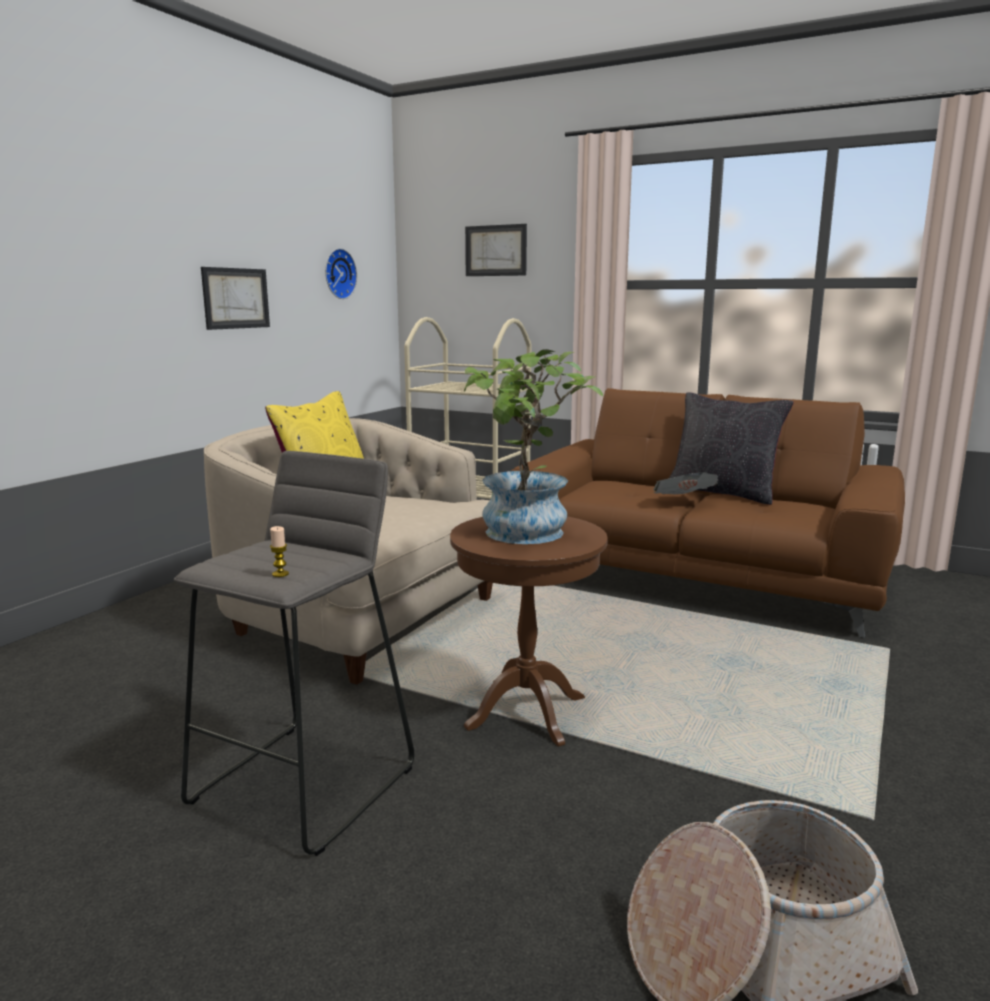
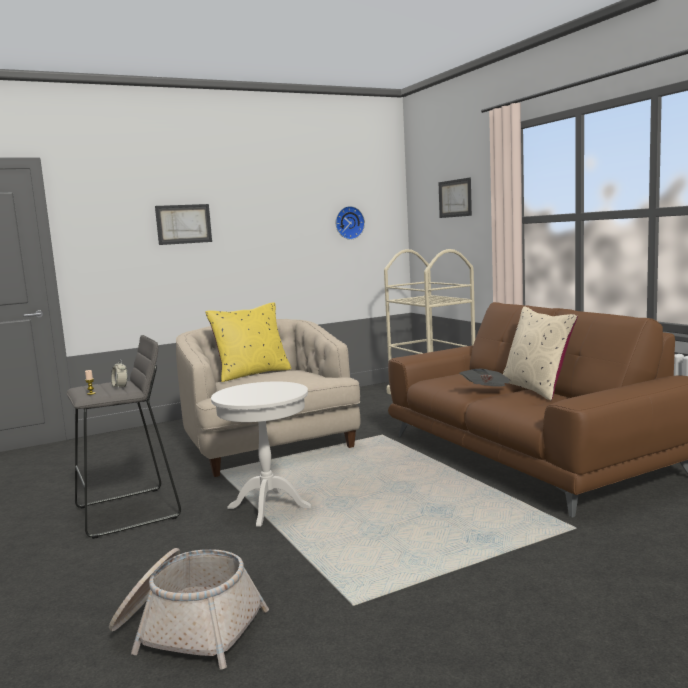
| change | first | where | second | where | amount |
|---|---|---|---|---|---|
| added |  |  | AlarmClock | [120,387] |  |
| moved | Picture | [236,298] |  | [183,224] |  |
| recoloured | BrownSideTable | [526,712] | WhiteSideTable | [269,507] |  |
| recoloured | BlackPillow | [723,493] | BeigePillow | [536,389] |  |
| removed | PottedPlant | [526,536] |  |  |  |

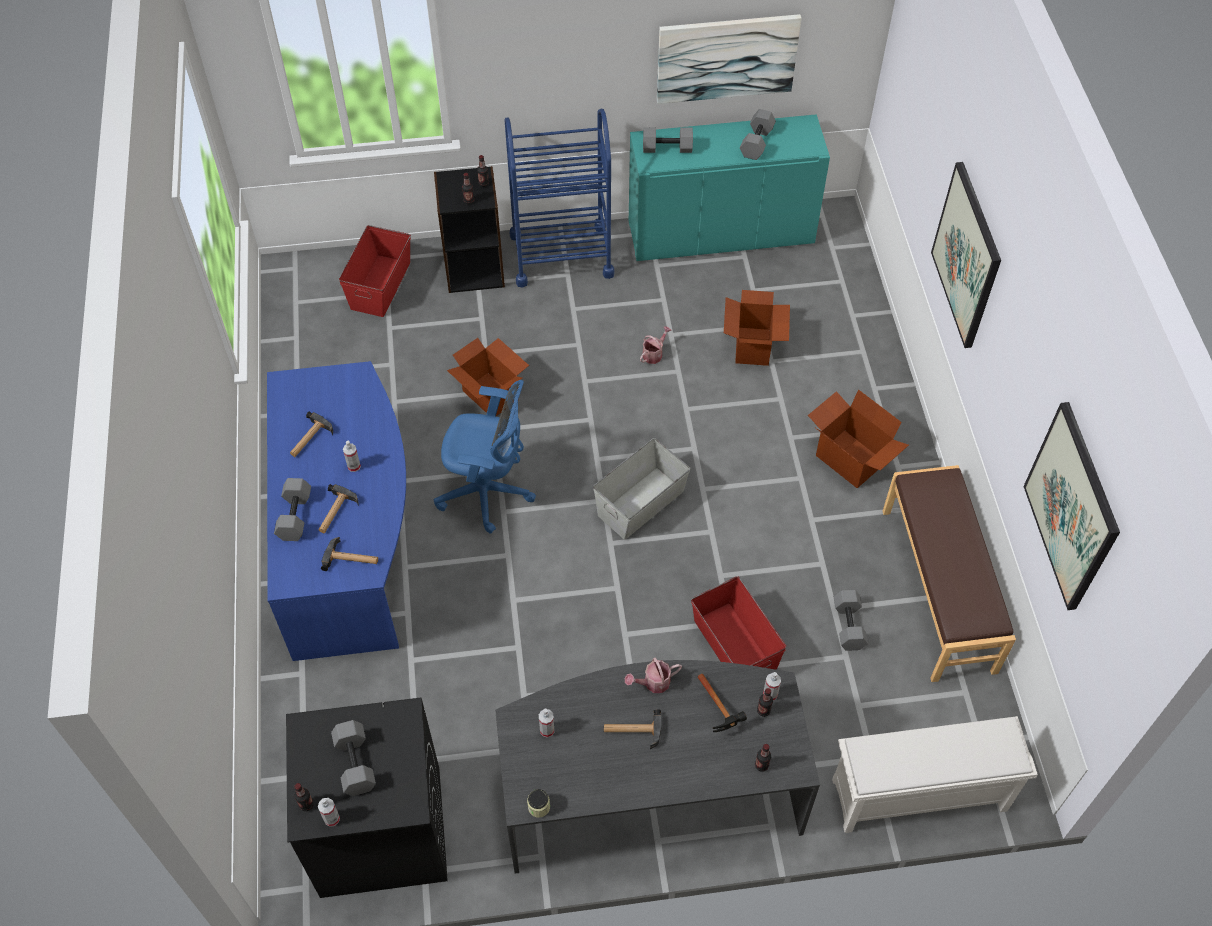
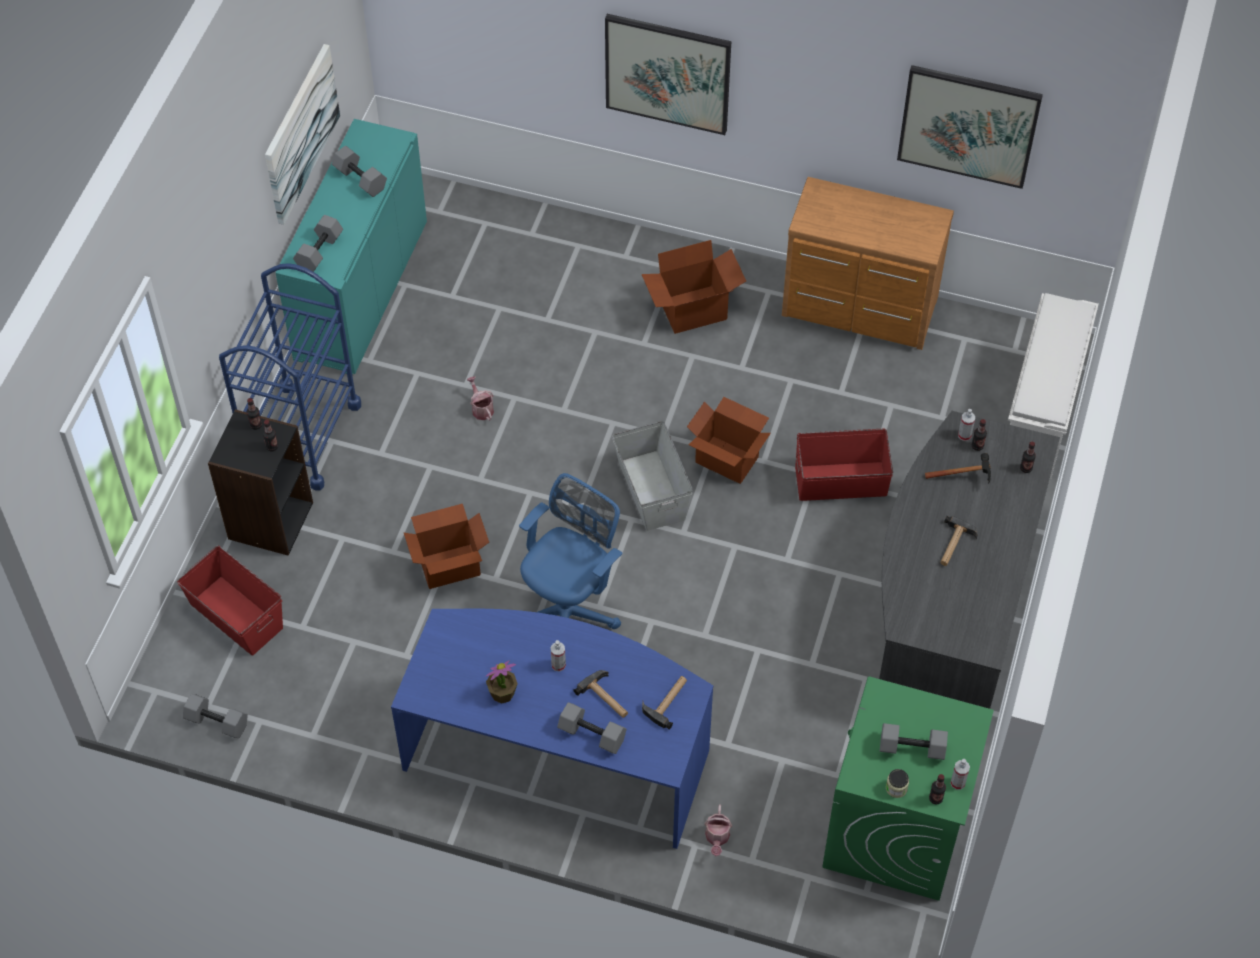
| change | first | where | second | where | amount |
|---|---|---|---|---|---|
| moved | GreyDumbbell | [849,626] |  | [218,721] |  |
| replaced | Hammer | [309,439] | PottedPlant | [502,693] |  |
| moved | CardboardBox | [753,346] |  | [727,459] |  |
| moved | WateringCan | [653,683] |  | [717,838] |  |
| replaced | BrownBench | [939,589] | BrownDresser | [860,309] |  |
| recoloured | BlackWashingMachine | [380,832] | GreenWashingMachine | [896,830] |  |
| moved | Jar | [539,807] |  | [896,788] |  |
| removed | SprayBottle | [547,730] |  |  |  |

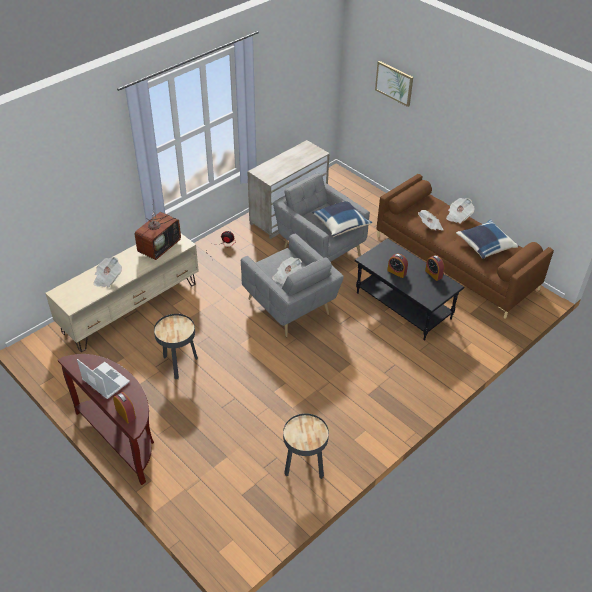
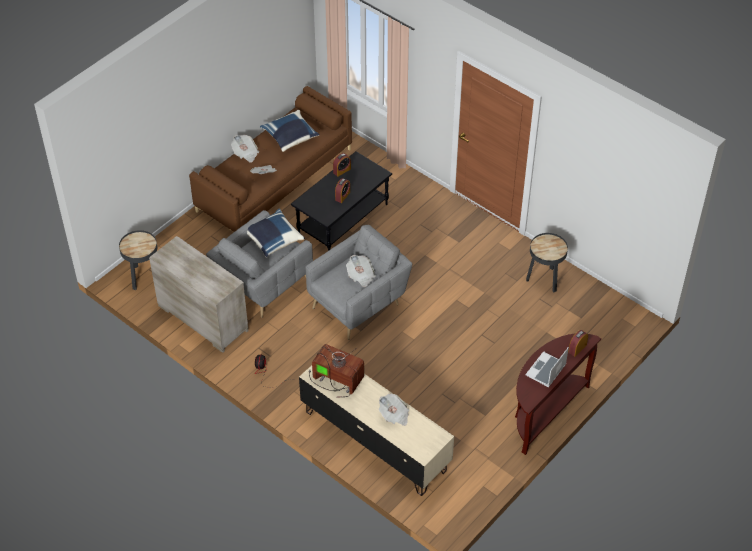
| change | first | where | second | where | amount |
|---|---|---|---|---|---|
| moved | BlackSideTable | [179,364] |  | [143,277] |  |
| removed | Picture | [394,83] |  |  |  |

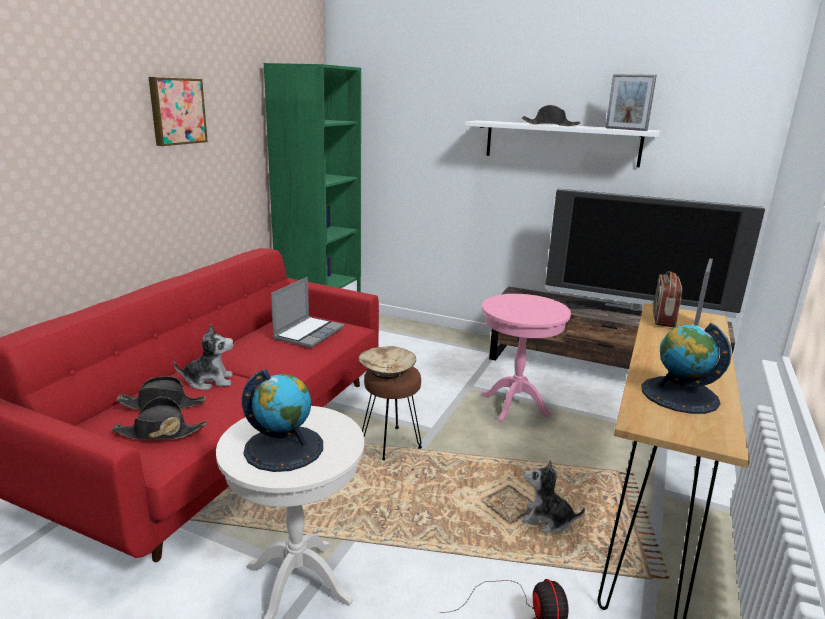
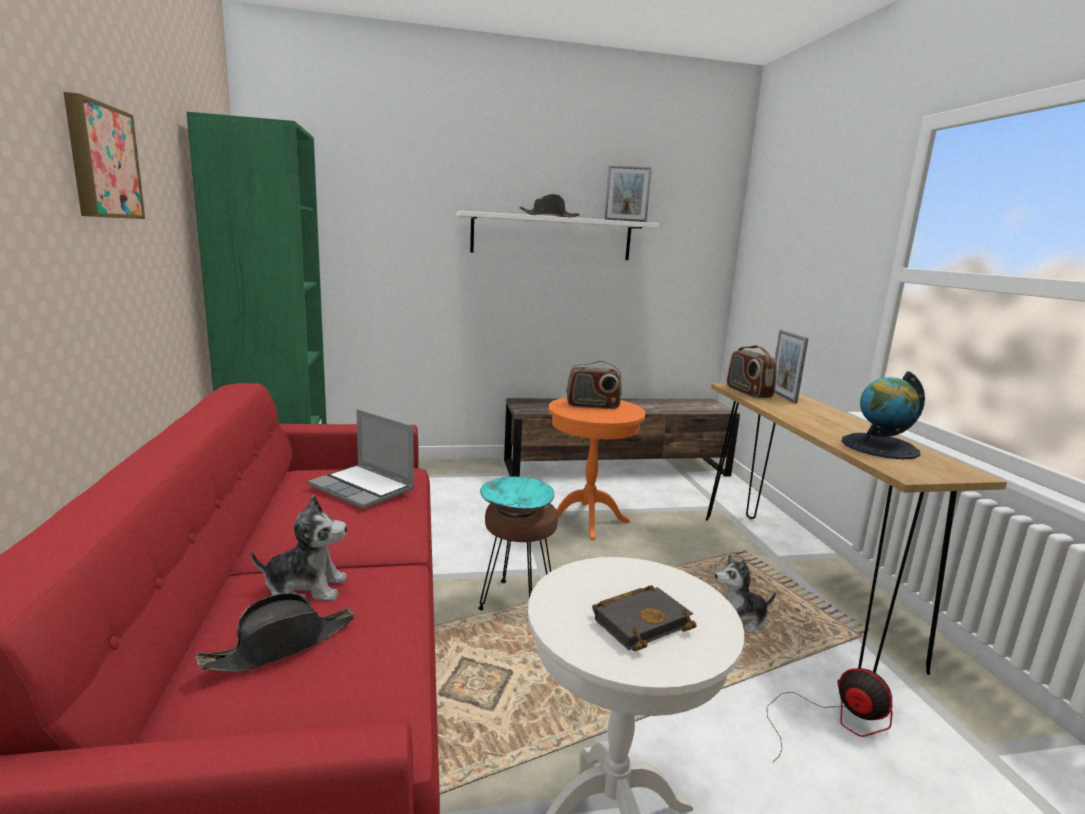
| change | first | where | second | where | amount |
|---|---|---|---|---|---|
| turned | PlushToy | [209,381] |  | [306,588] | 45 degrees clockwise |
| turned | Laptop | [308,333] |  | [364,488] | 135 degrees clockwise |
| recoloured | BeigeBowl | [386,372] | TurquoiseBowl | [516,509] |  |
| recoloured | PinkSideTable | [515,405] | OrangeSideTable | [588,520] |  |
| added |  |  | Radio | [592,406] |  |
| replaced | Globe | [284,447] | BlackBook | [641,621] |  |
| removed | BlackHat | [160,432] |  |  |  |
| removed | Television | [635,314] |  |  |  |

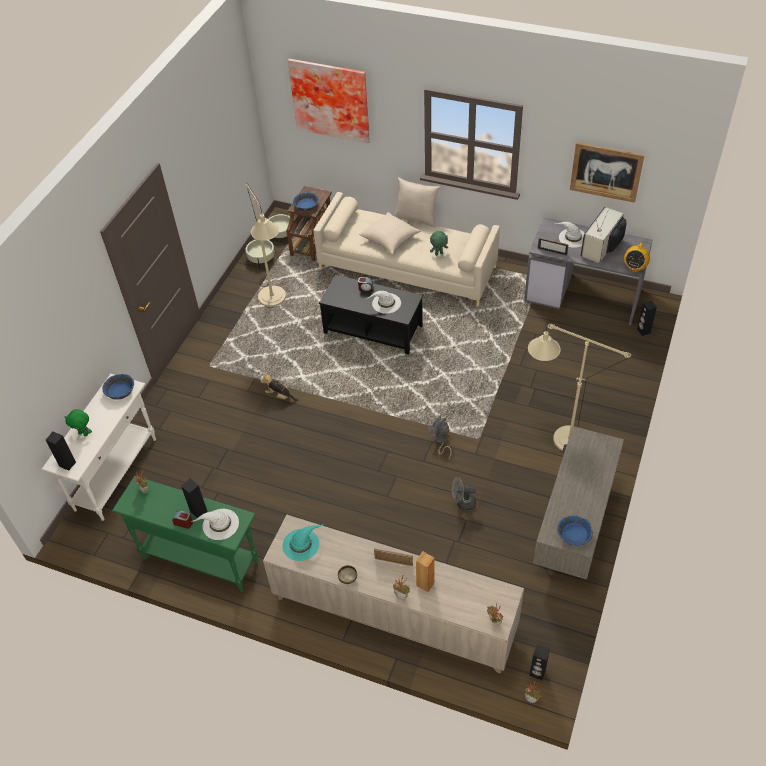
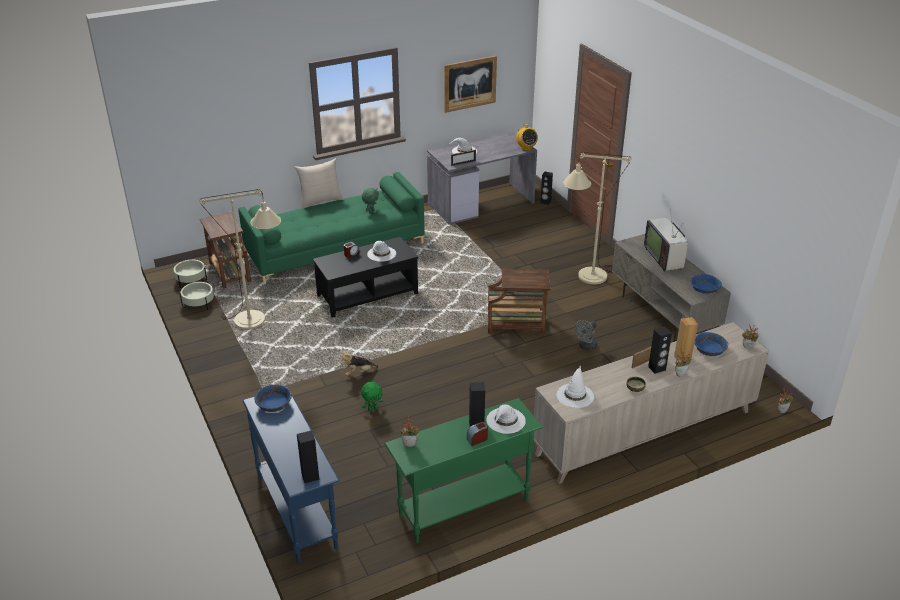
| change | first | where | second | where | amount |
|---|---|---|---|---|---|
| recoloured | BeigeSofa | [408,268] | GreenSofa | [336,248] |  |
| recoloured | WhiteConsoleTable | [116,473] | BlueConsoleTable | [296,510] |  |
| moved | GreenPlushToy | [84,433] |  | [372,409] |  |
| replaced | GreyFan | [440,440] | BrownSideTable | [517,325] |  |
| recoloured | TurquoiseHat | [301,544] | WhiteHat | [575,395] |  |
| moved | Television | [602,248] |  | [665,258] |  |
| moved | BlackSpeaker | [537,672] |  | [657,368] |  |
| moved | BlueBowl | [306,206] |  | [709,349] |  |
| removed | Picture | [331,99] |  |  |  |
| removed | BeigePillow | [390,239] |  |  |  |

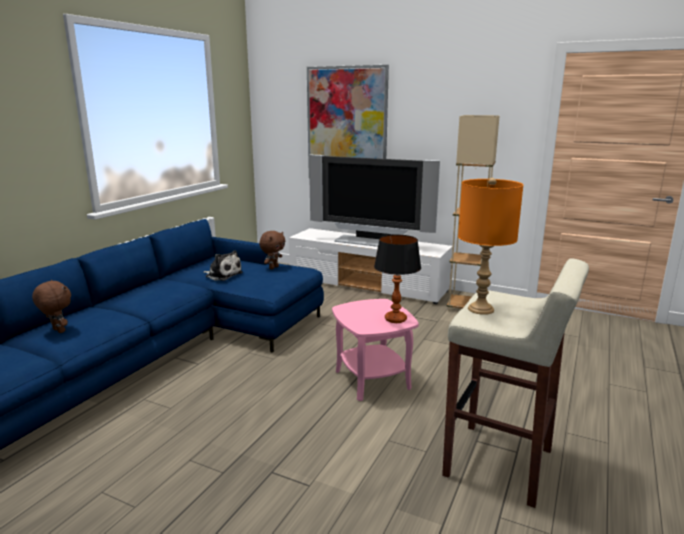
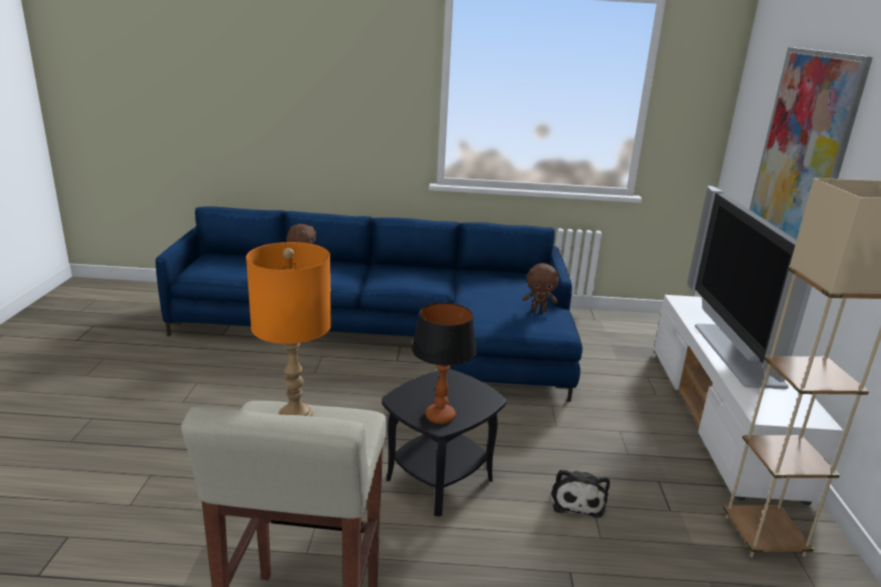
| change | first | where | second | where | amount |
|---|---|---|---|---|---|
| recoloured | PinkSideTable | [372,380] | BlackSideTable | [439,480] |  |
| moved | PlushToy | [222,275] |  | [577,500] |  |

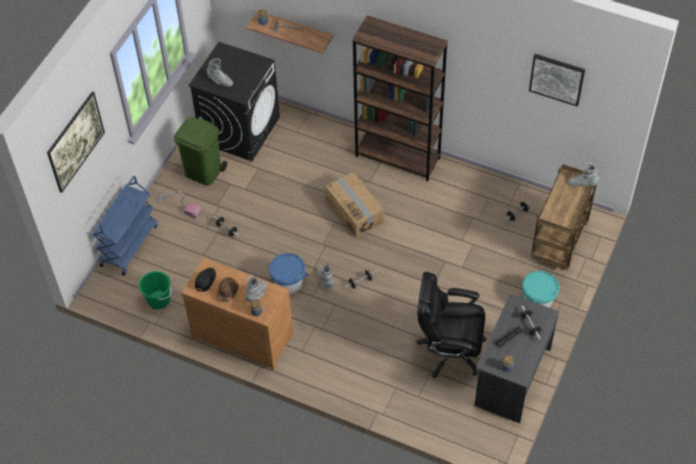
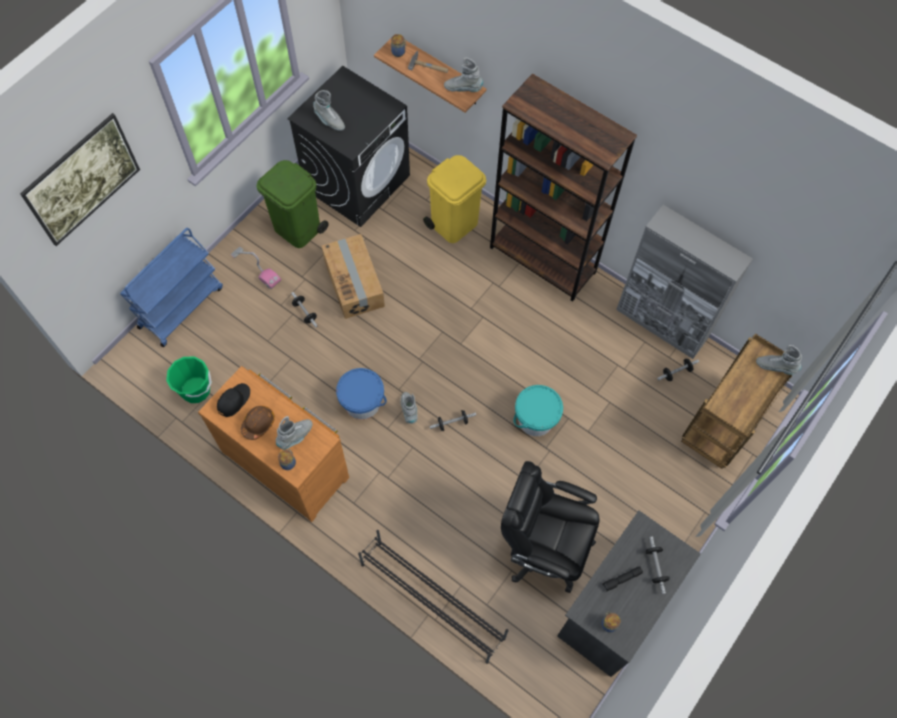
| change | first | where | second | where | amount |
|---|---|---|---|---|---|
| moved | CardboardBox | [355,211] |  | [354,283] |  |
| added |  |  | BlackShoeRack | [432,600] |  |
| added |  |  | YellowTrashCan | [454,223] |  |
| added |  |  | GreyBoot | [463,89] |  |
| moved | TurquoiseBucket | [537,300] |  | [535,419] |  |
| added |  |  | GreyCabinet | [662,324] |  |
| removed | Picture | [557,79] |  |  |  |

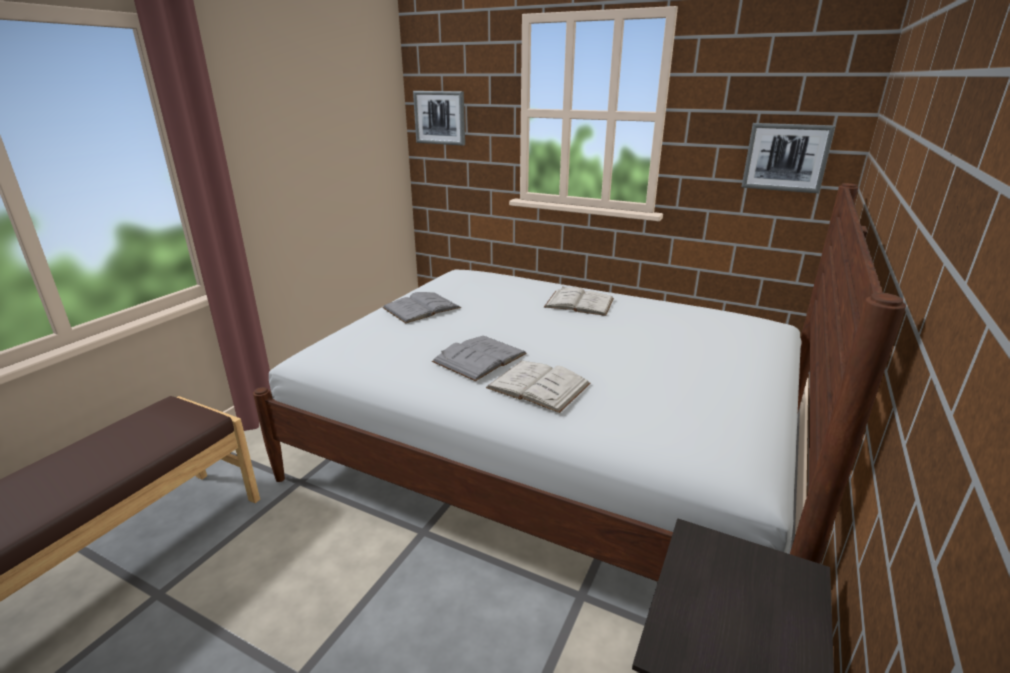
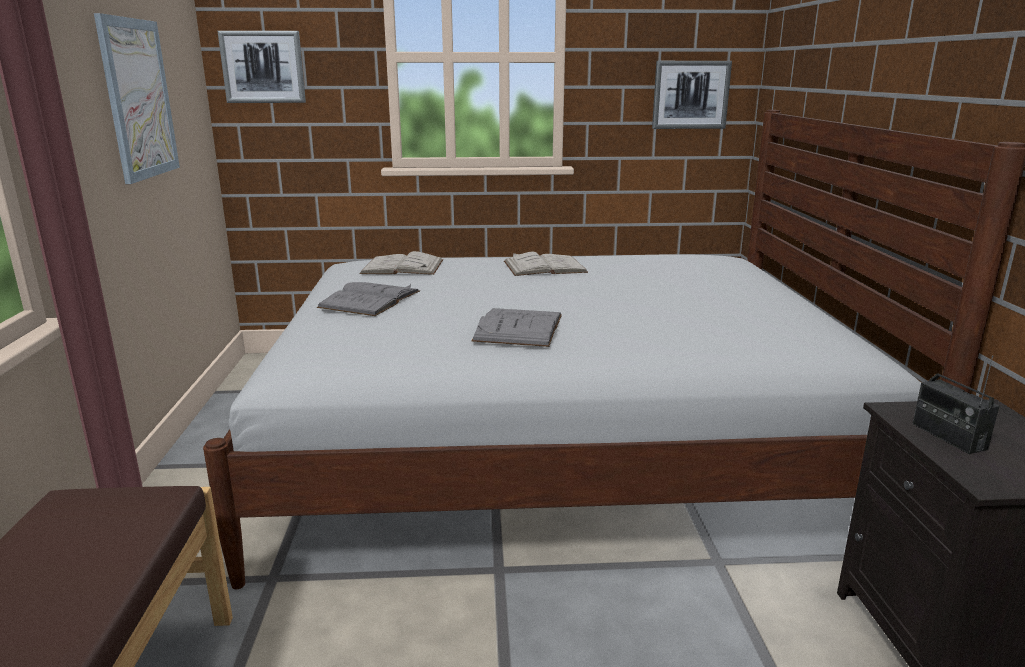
| change | first | where | second | where | amount |
|---|---|---|---|---|---|
| added |  |  | Picture | [138,99] |  |
| moved | WhiteBook | [538,386] |  | [402,267] |  |
| added |  |  | Radio | [948,436] |  |

